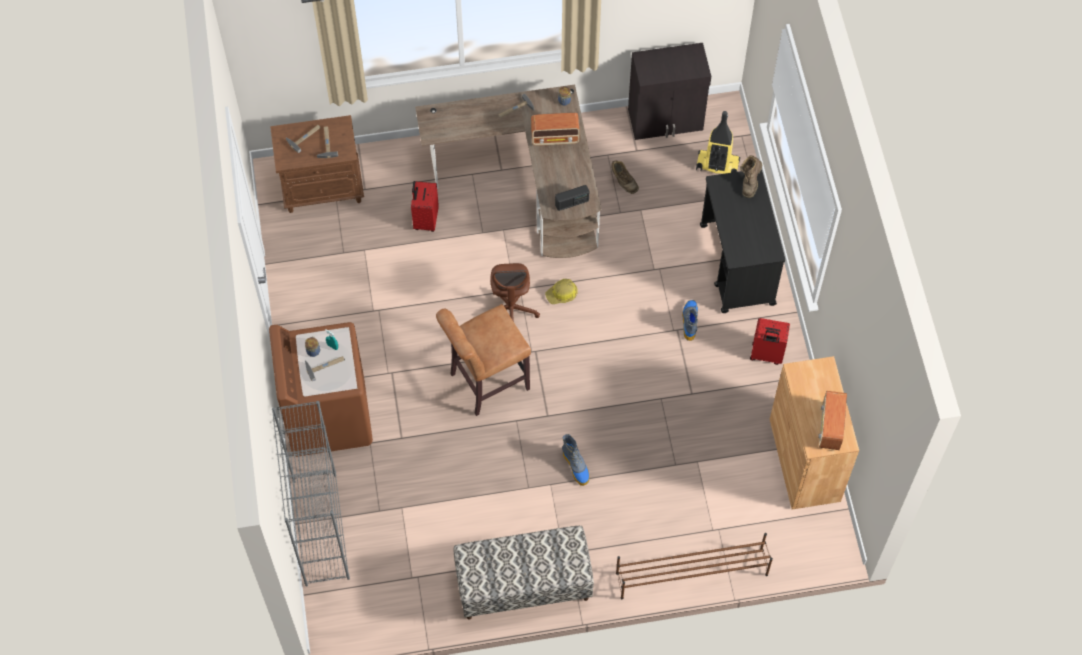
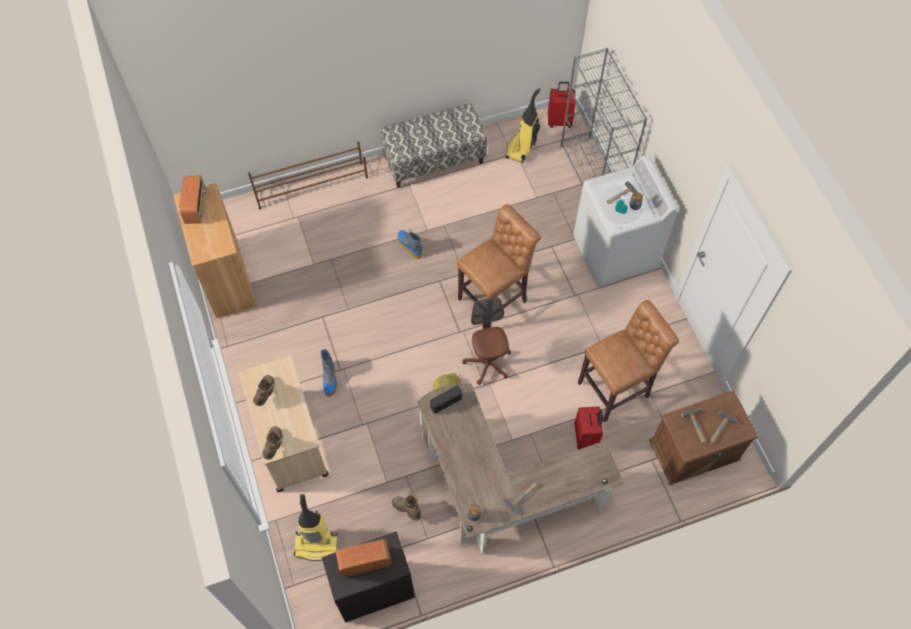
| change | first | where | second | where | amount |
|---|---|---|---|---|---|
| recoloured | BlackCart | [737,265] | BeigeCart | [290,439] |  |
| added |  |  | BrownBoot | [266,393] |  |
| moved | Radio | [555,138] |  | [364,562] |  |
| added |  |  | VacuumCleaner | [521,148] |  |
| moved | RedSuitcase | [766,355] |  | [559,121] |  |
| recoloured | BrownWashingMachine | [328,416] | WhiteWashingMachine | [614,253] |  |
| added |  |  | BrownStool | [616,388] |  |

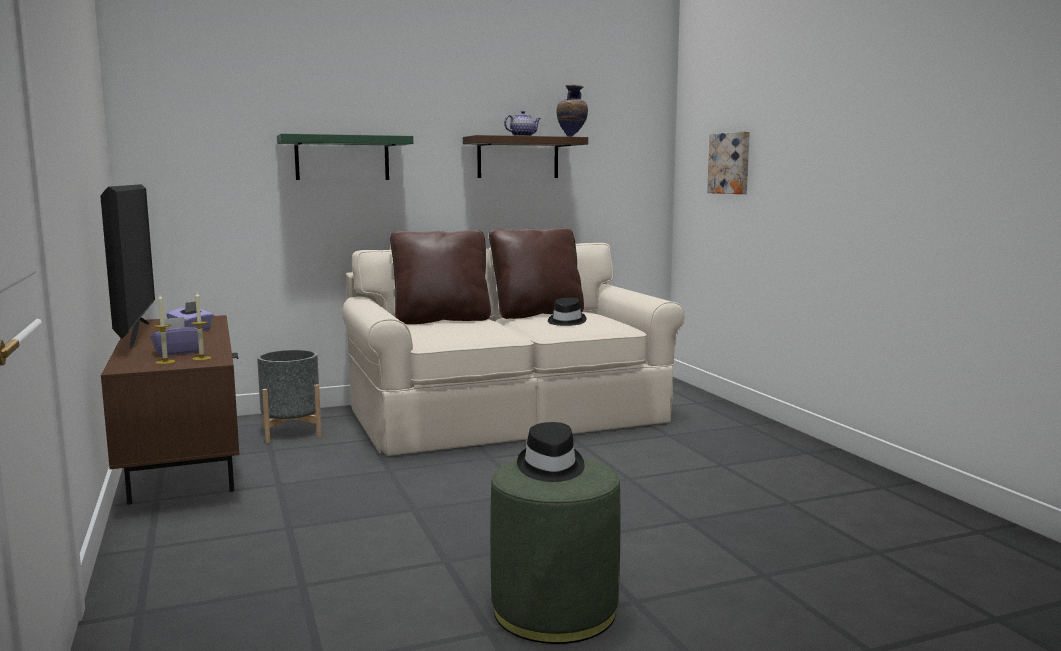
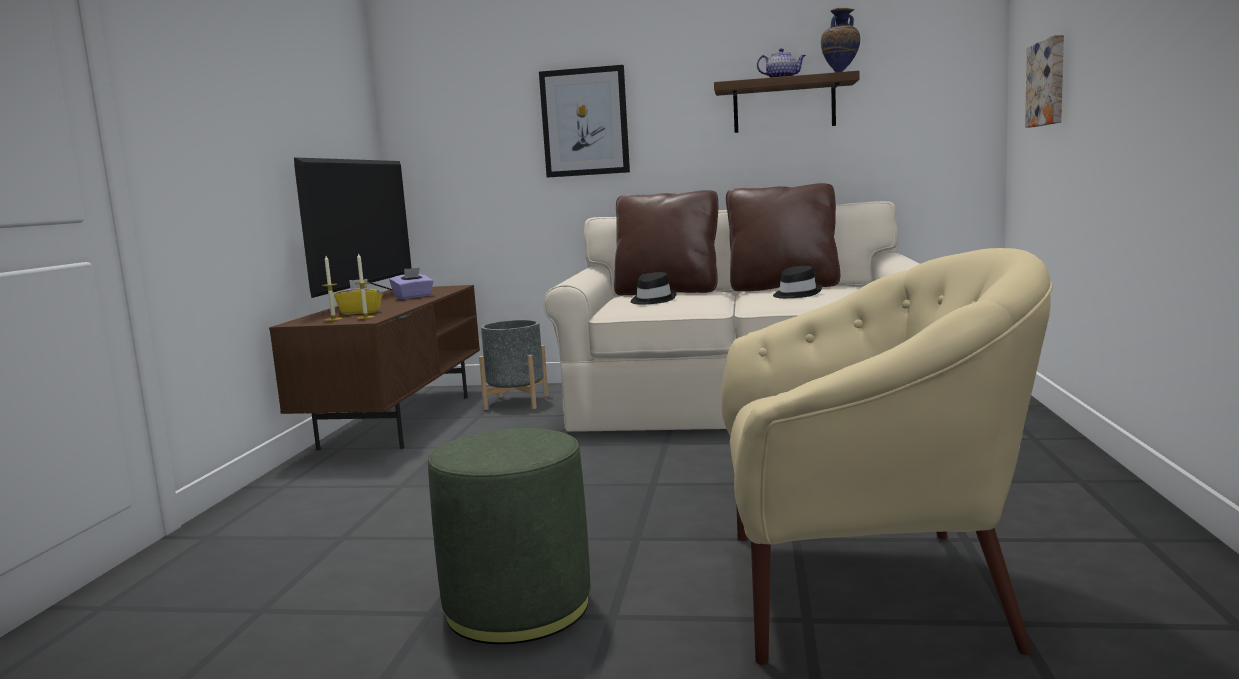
| change | first | where | second | where | amount |
|---|---|---|---|---|---|
| recoloured | PurpleTissueBox | [177,352] | YellowTissueBox | [361,312] |  |
| replaced | GreenShelf | [342,158] | Picture | [585,122] |  |
| moved | BlackHat | [550,467] |  | [652,300] |  |
| added |  |  | BeigeArmchair | [866,589] |  |

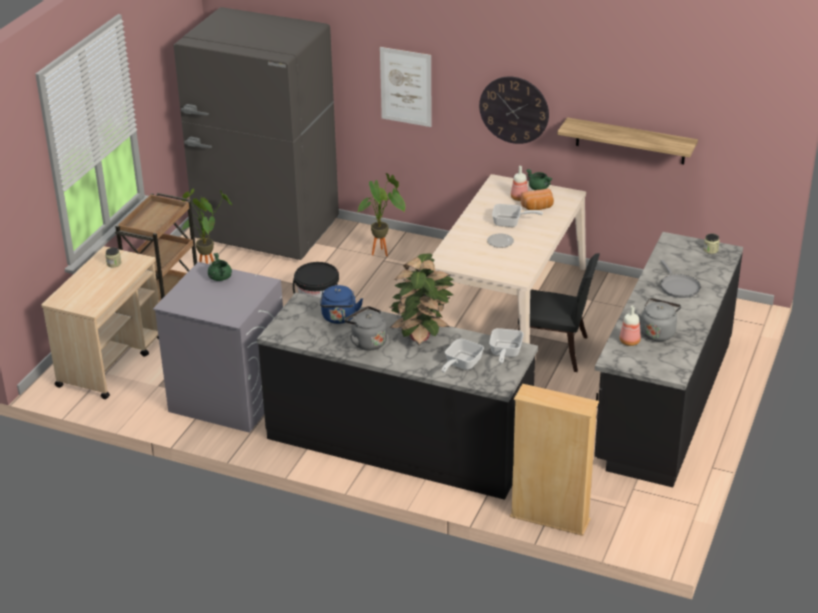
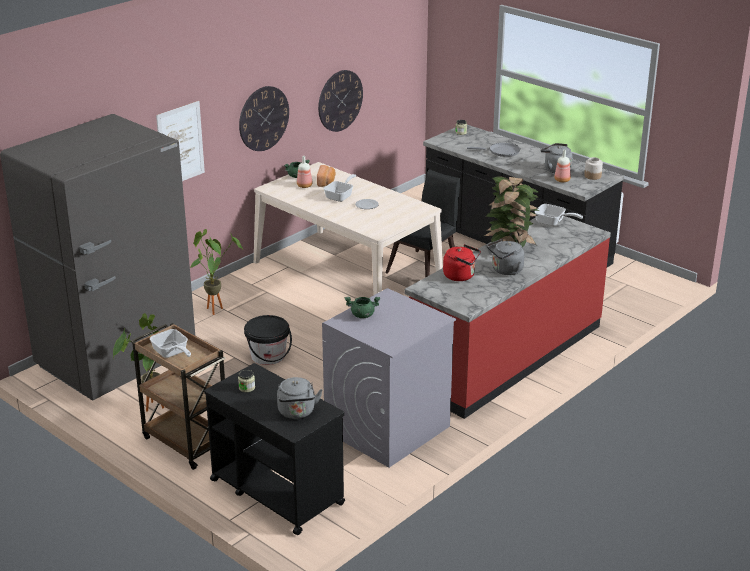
| change | first | where | second | where | amount |
|---|---|---|---|---|---|
| moved | FryingPan | [461,364] |  | [171,353] |  |
| recoloured | BeigeCart | [112,361] | BlackCart | [276,491] |  |
| added |  |  | GreyKettle | [297,413] |  |
| replaced | Shelf | [630,141] | WallClock | [340,100] |  |
| recoloured | BlackCounter | [398,443] | RedCounter | [506,356] |  |
| recoloured | BlueKettle | [339,318] | RedKettle | [461,276] |  |
| added |  |  | Jar | [593,176] |  |
| removed | BeigeBookcase | [550,518] |  |  |  |

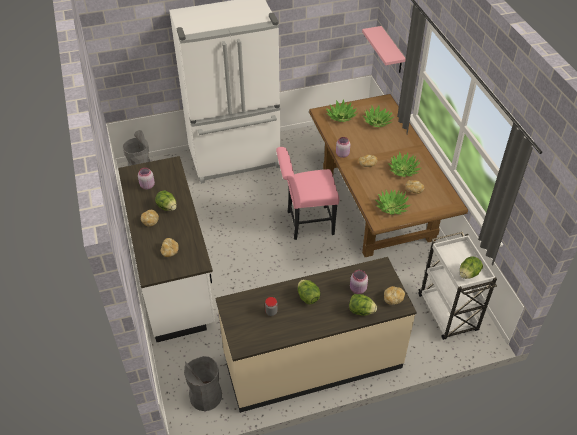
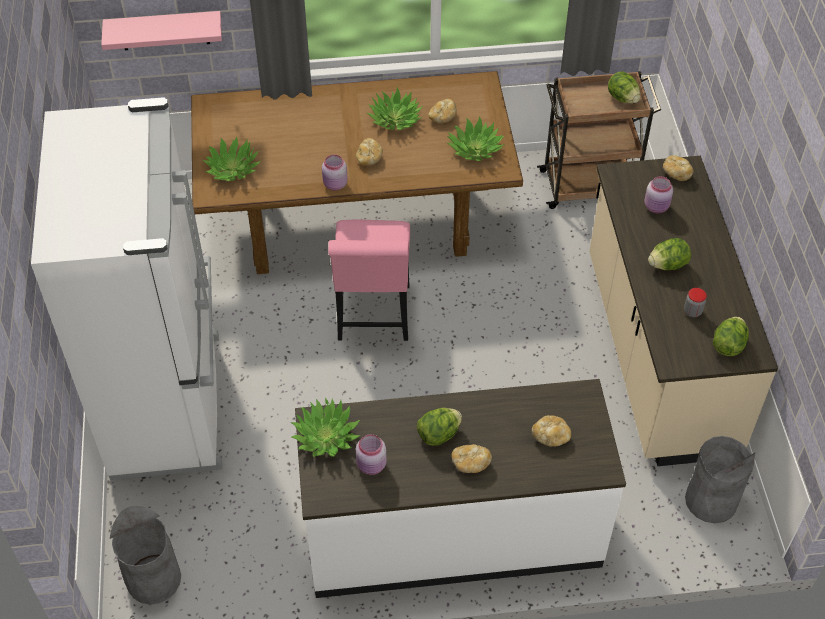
| change | first | where | second | where | amount |
|---|---|---|---|---|---|
| moved | PottedPlant | [377,122] |  | [326,436] |  |
| recoloured | WhiteCart | [448,314] | BrownCart | [589,185] |  |
| moved | Lettuce | [361,311] |  | [728,345] |  |

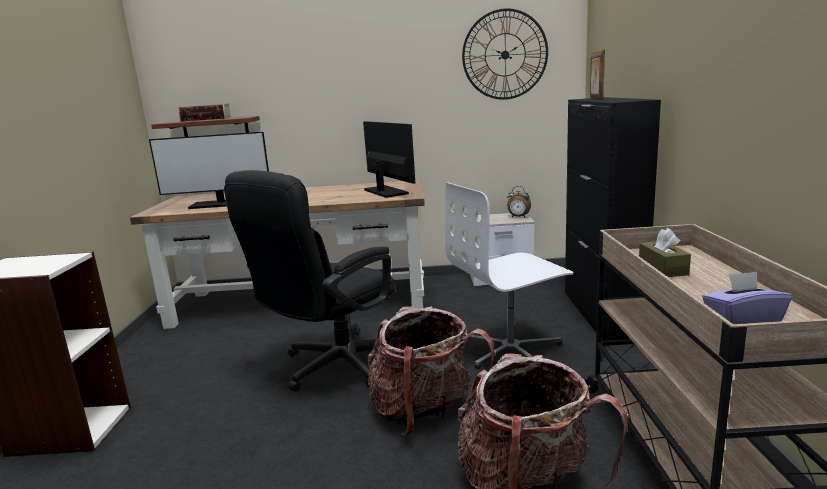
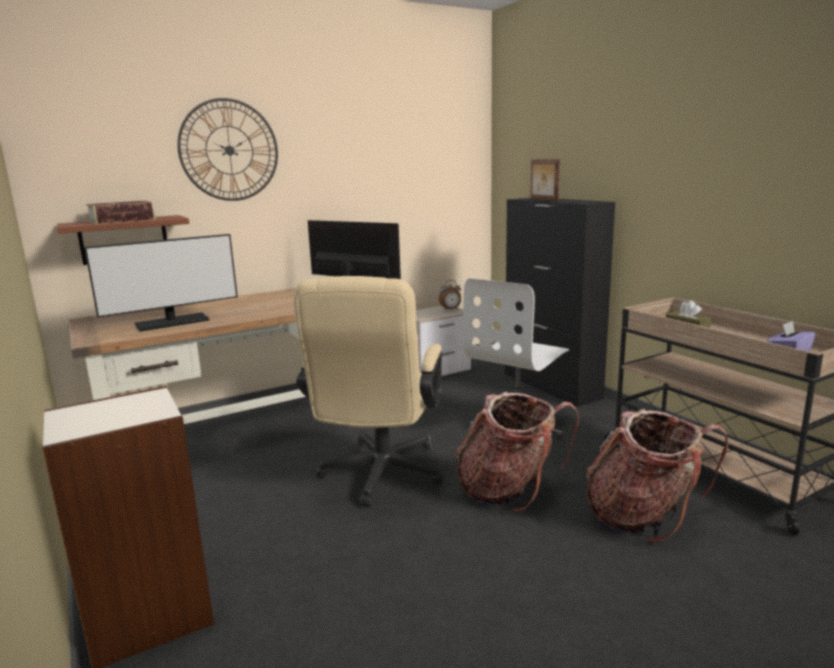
| change | first | where | second | where | amount |
|---|---|---|---|---|---|
| moved | WallClock | [505,55] |  | [229,150] |  |
| recoloured | BlackOfficeChair | [333,368] | BeigeOfficeChair | [379,477] |  |

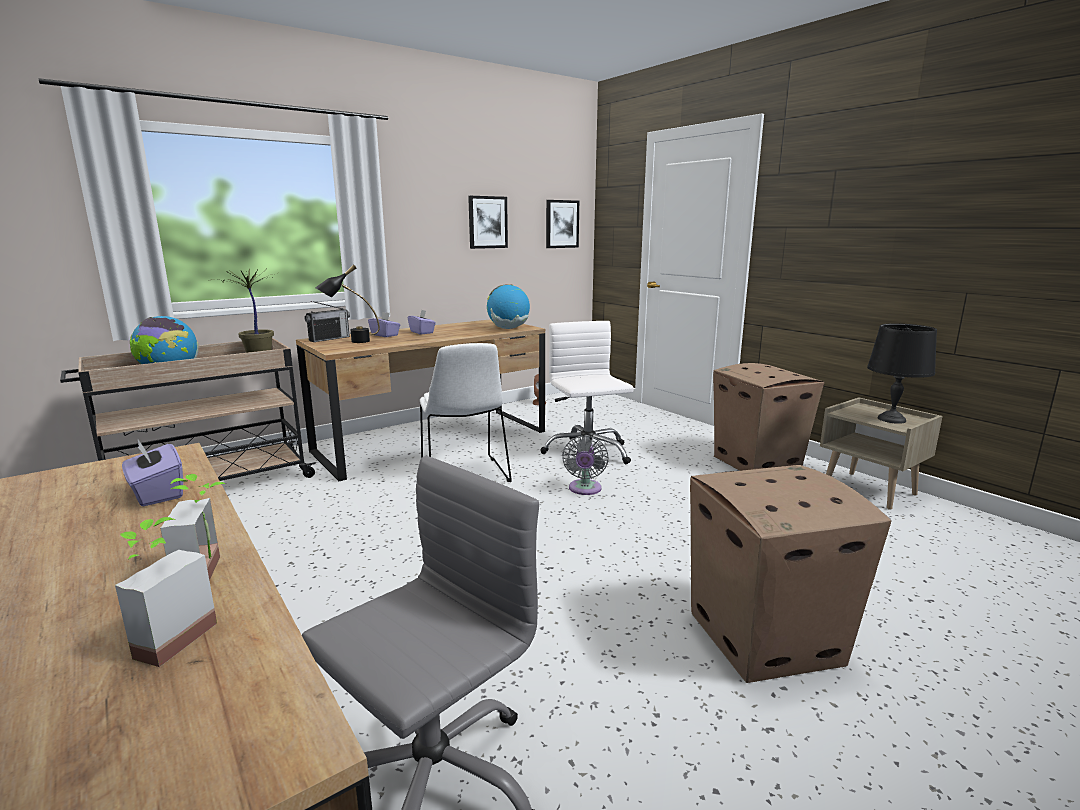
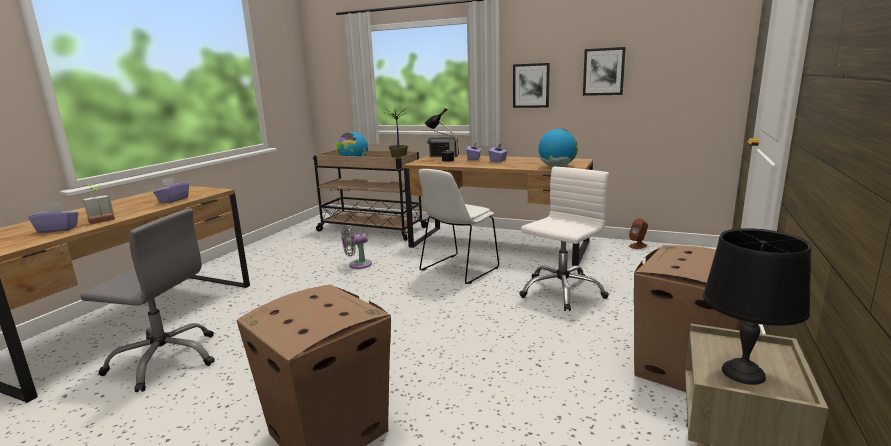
| change | first | where | second | where | amount |
|---|---|---|---|---|---|
| replaced | PottedPlant | [165,637] | PurpleTissueBox | [58,229] |  |
| moved | GreyFan | [584,489] |  | [357,265] |  |
| moved | Picture | [561,224] |  | [531,85] |  |

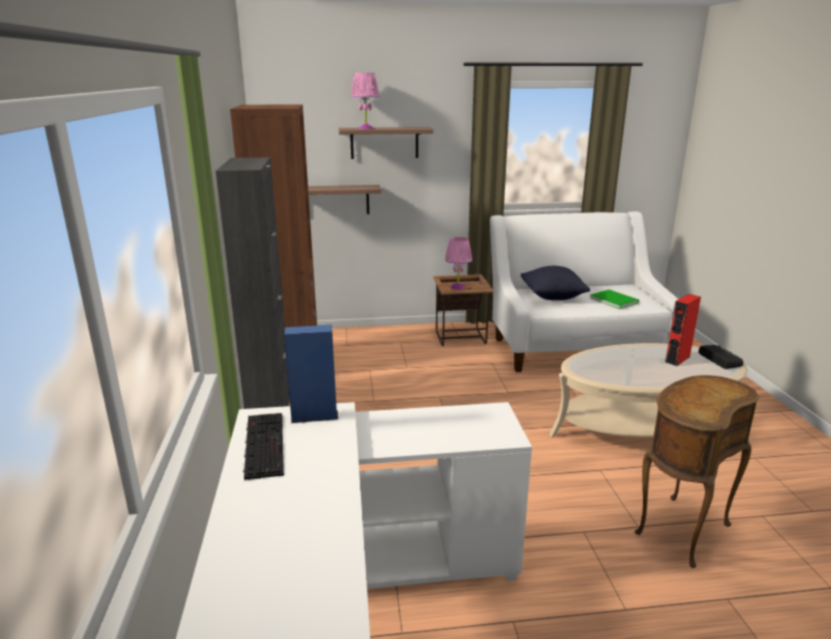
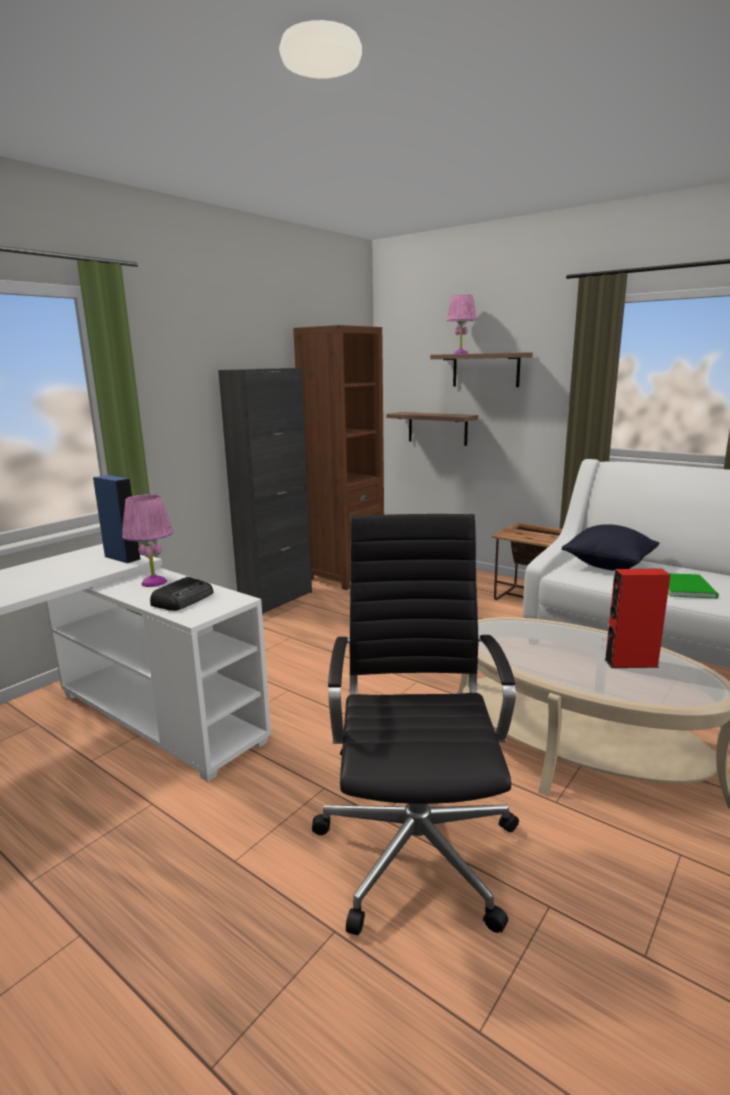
| change | first | where | second | where | amount |
|---|---|---|---|---|---|
| moved | PinkTableLamp | [457,287] |  | [153,582] |  |
| moved | Radio | [719,359] |  | [184,599] |  |
| replaced | BrownSideTable | [679,528] | BlackOfficeChair | [417,846] |  |
| removed | Keyboard | [263,444] |  |  |  |

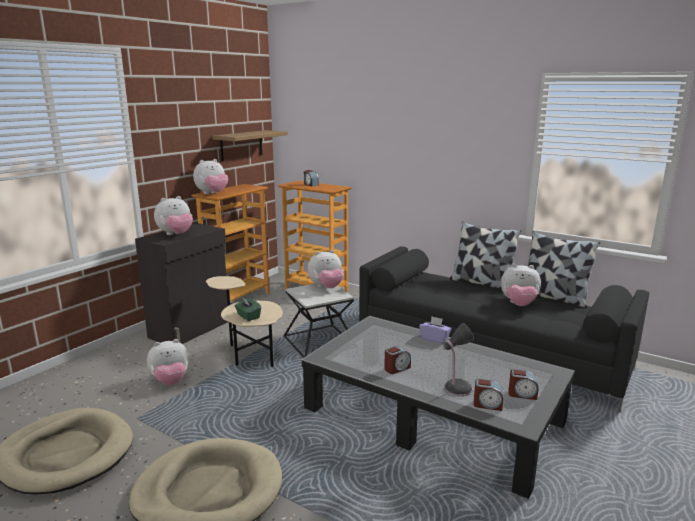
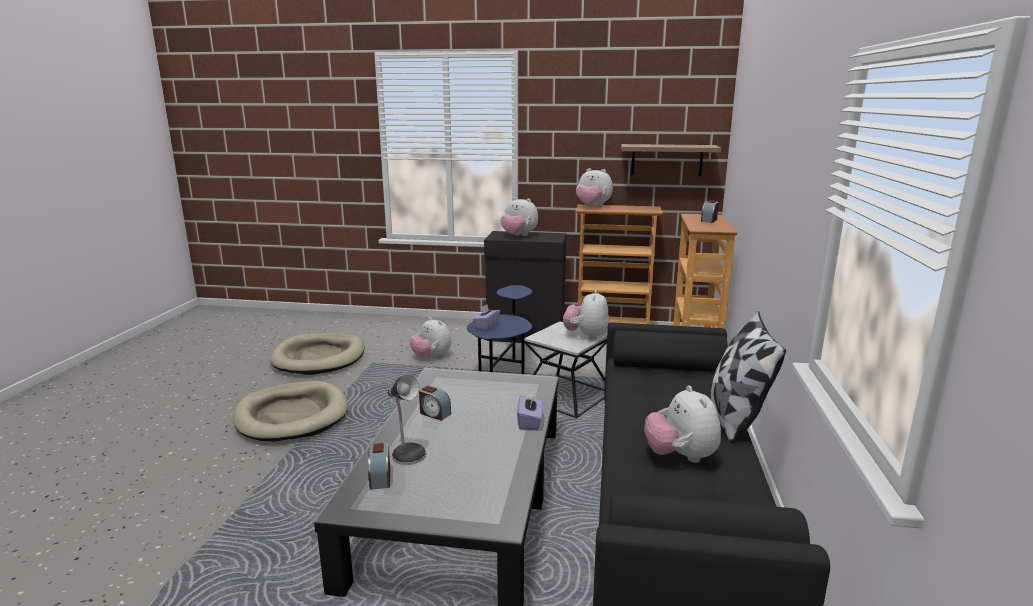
| change | first | where | second | where | amount |
|---|---|---|---|---|---|
| recoloured | BeigeSideTable | [248,354] | BlueSideTable | [504,371] |  |
| recoloured | GreenTissueBox | [248,316] | PurpleTissueBox | [486,326] |  |
| turned | PlushToy | [326,287] |  | [586,336] | 60 degrees clockwise |
| removed | AlarmClock | [522,394] |  |  |  |
| removed | Pillow | [553,297] |  |  |  |

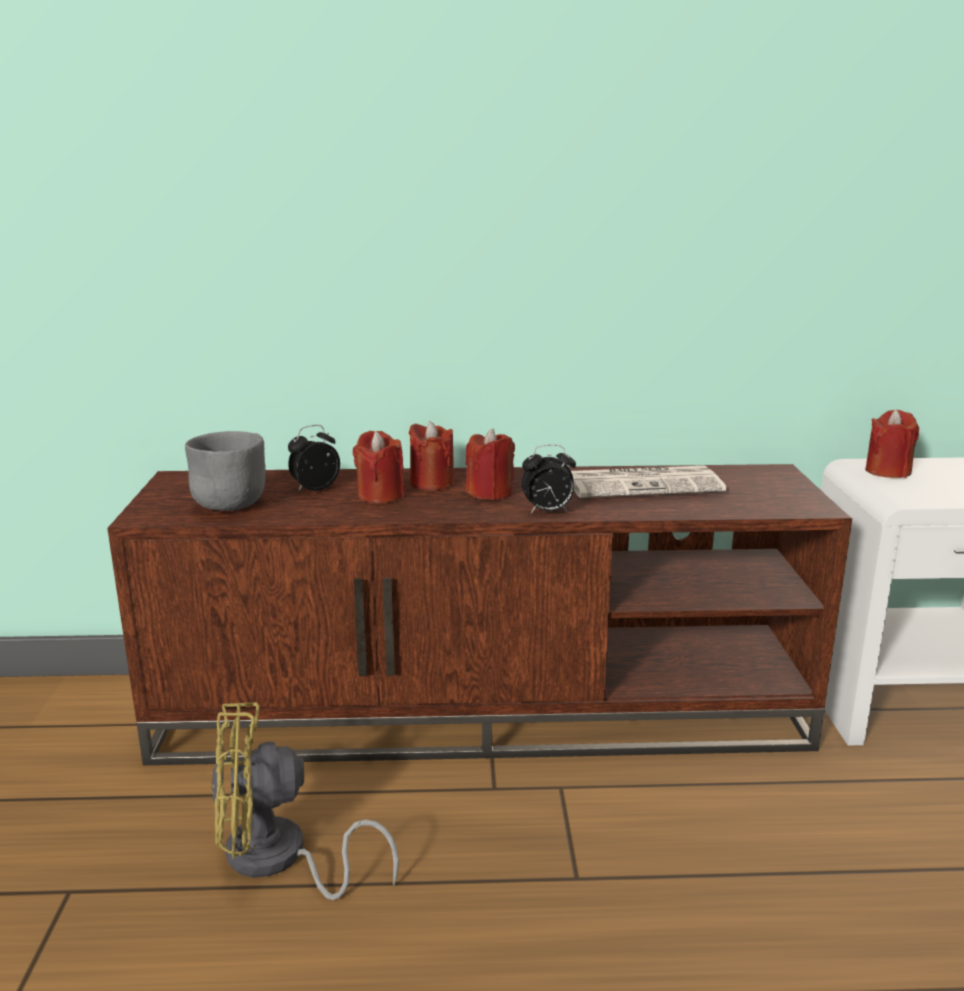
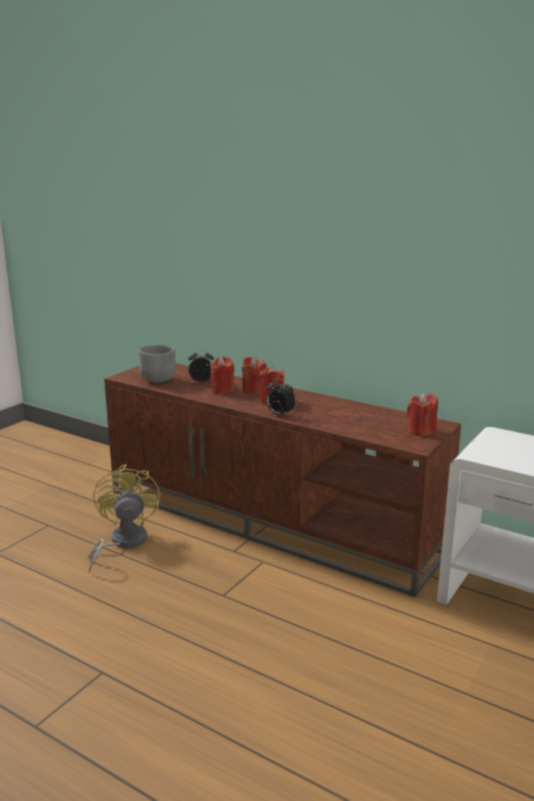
| change | first | where | second | where | amount |
|---|---|---|---|---|---|
| turned | YellowFan | [278,860] |  | [122,543] | 60 degrees clockwise |
| moved | RedCandle | [887,471] |  | [421,431] |  |
| removed | Newspaper | [644,484] |  |  |  |

